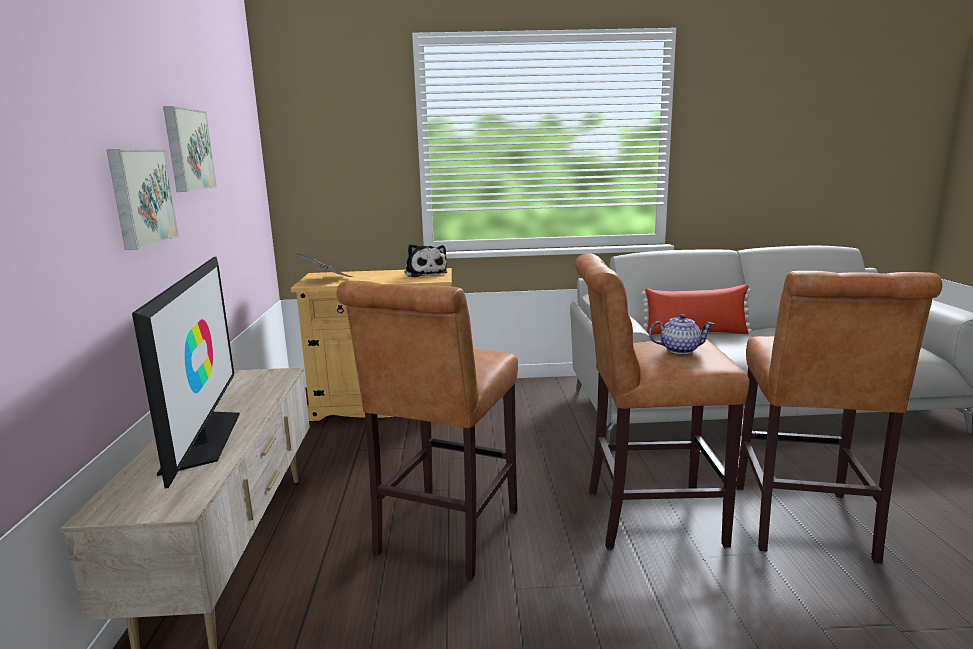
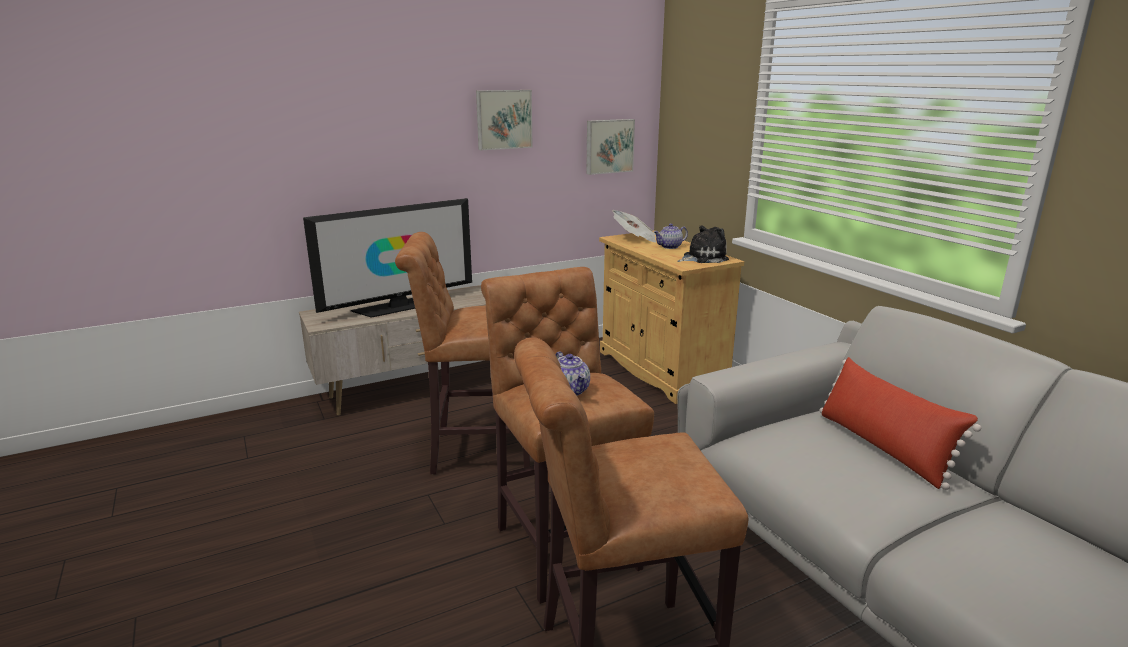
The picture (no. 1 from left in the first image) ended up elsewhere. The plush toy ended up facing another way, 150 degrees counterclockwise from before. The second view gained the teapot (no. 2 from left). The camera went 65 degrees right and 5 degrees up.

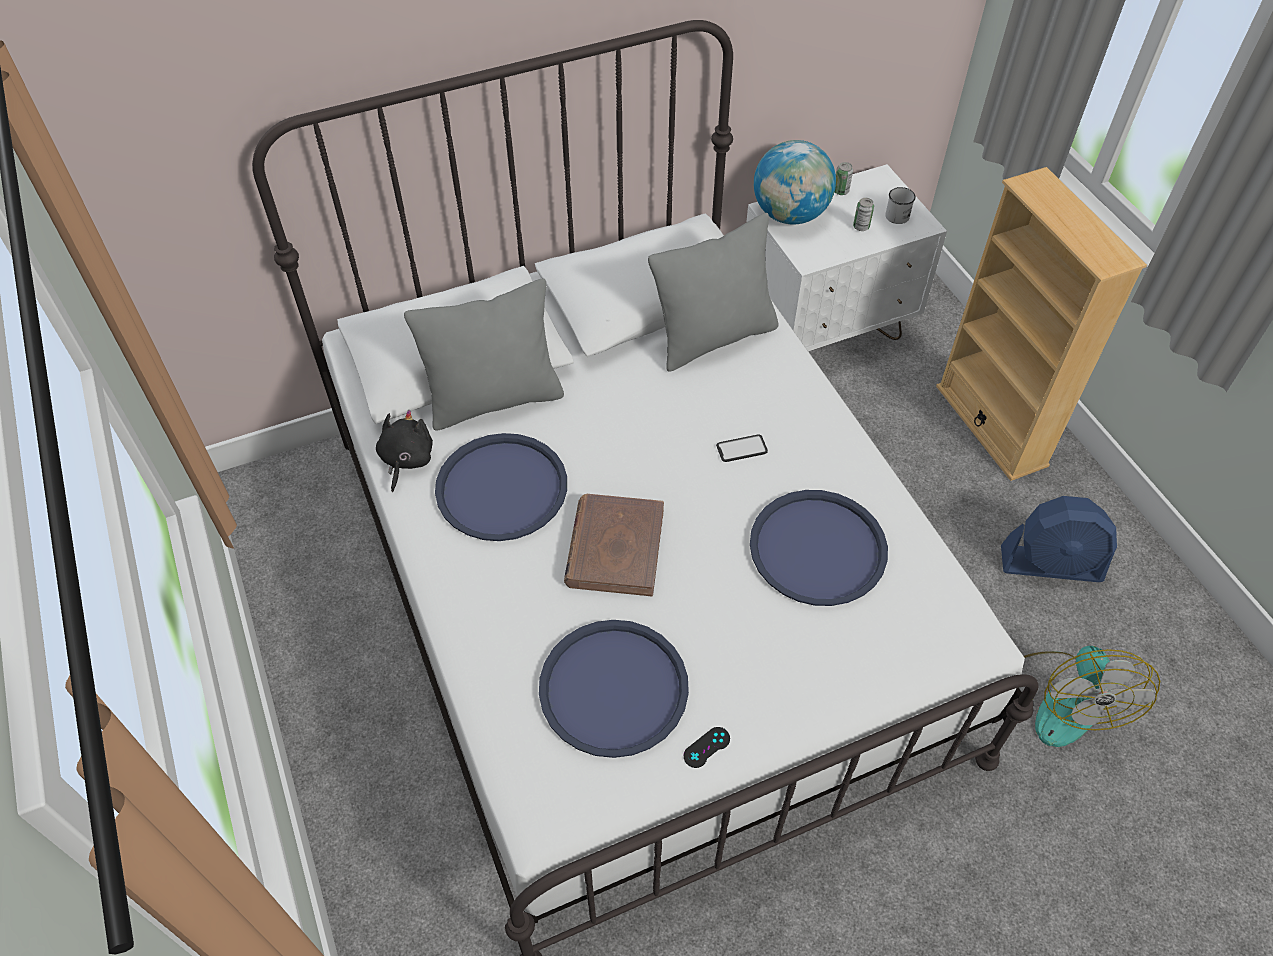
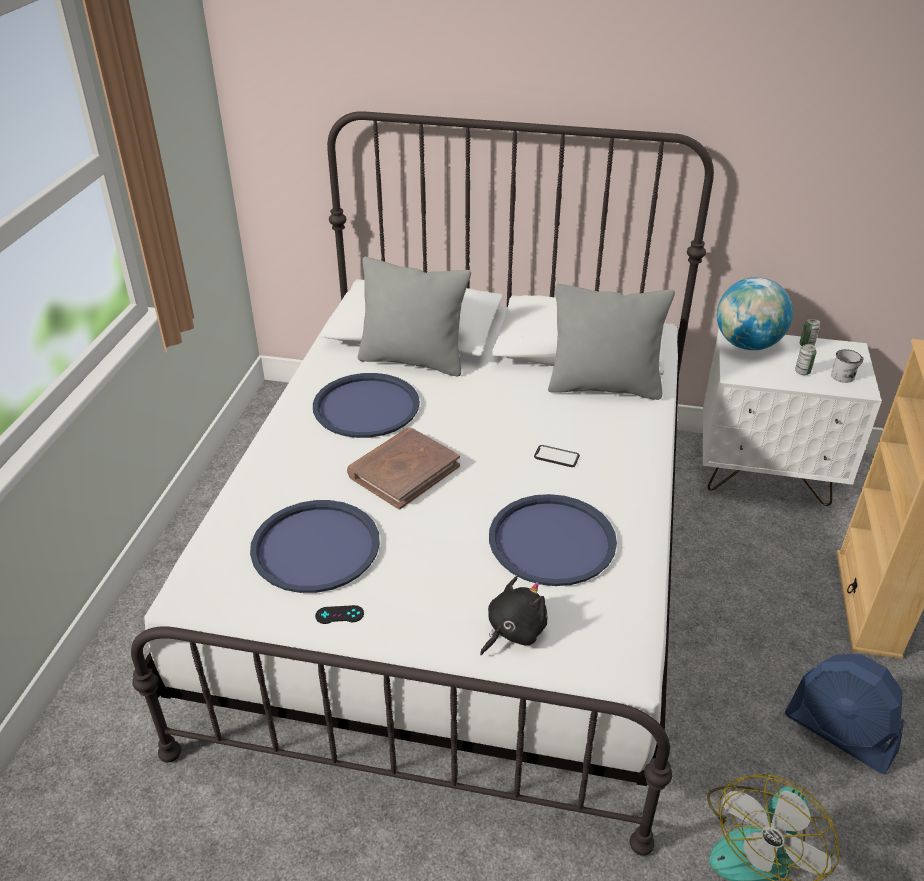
The black plush toy ended up elsewhere. The camera went 35 degrees right and 15 degrees down.

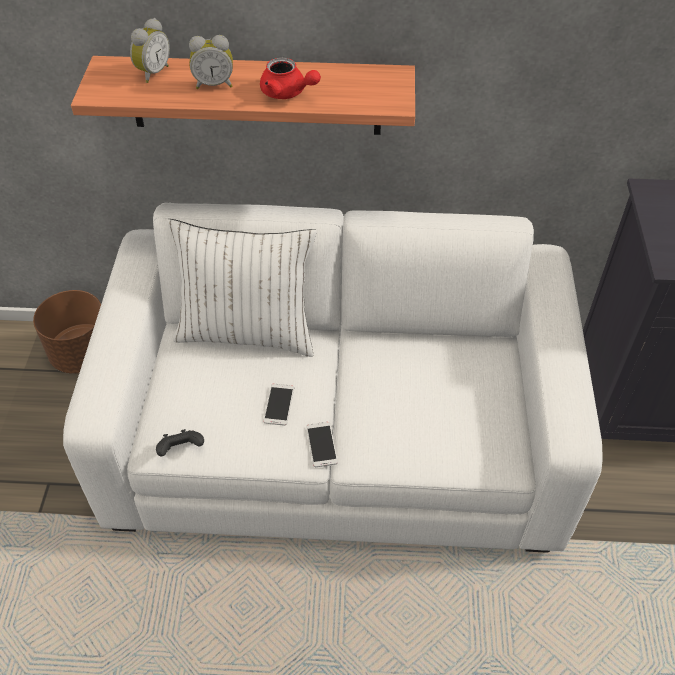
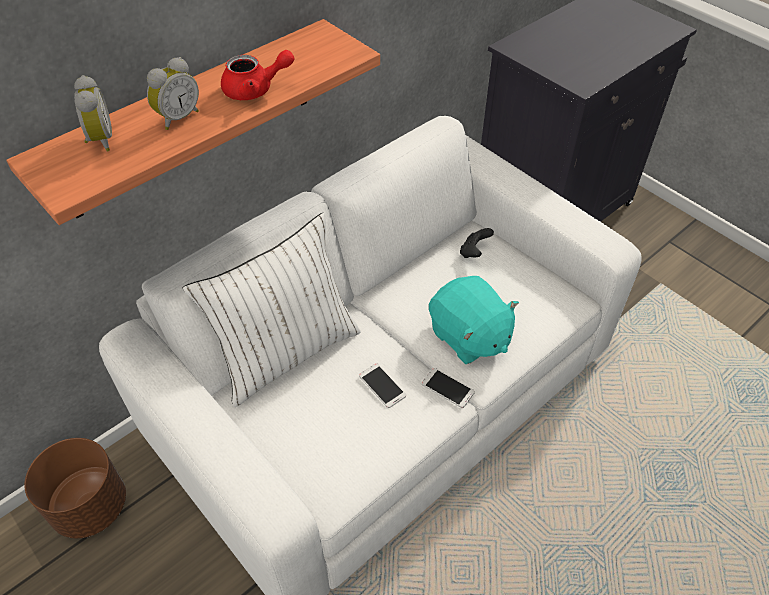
The black game controller ended up elsewhere. The second view gained the turquoise plush toy. The camera went 45 degrees left and 0 degrees up.

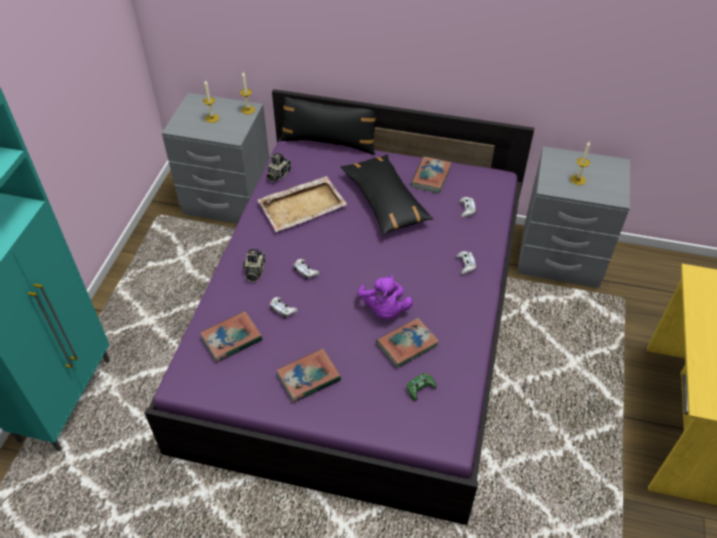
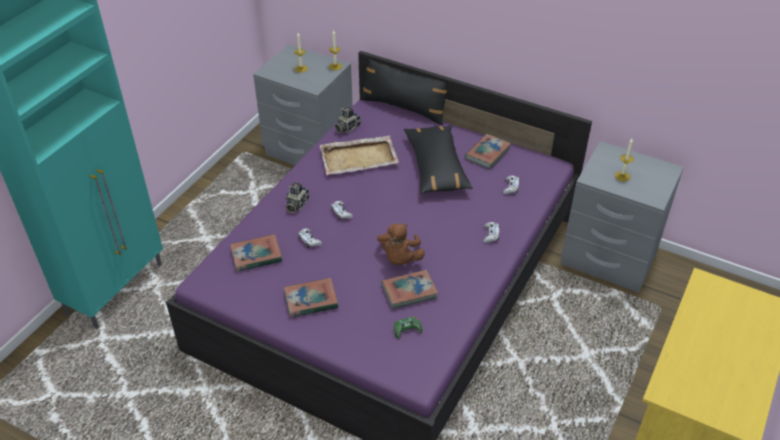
What was the purple plush toy turned into the brown plush toy. The camera went 15 degrees right and 5 degrees down.

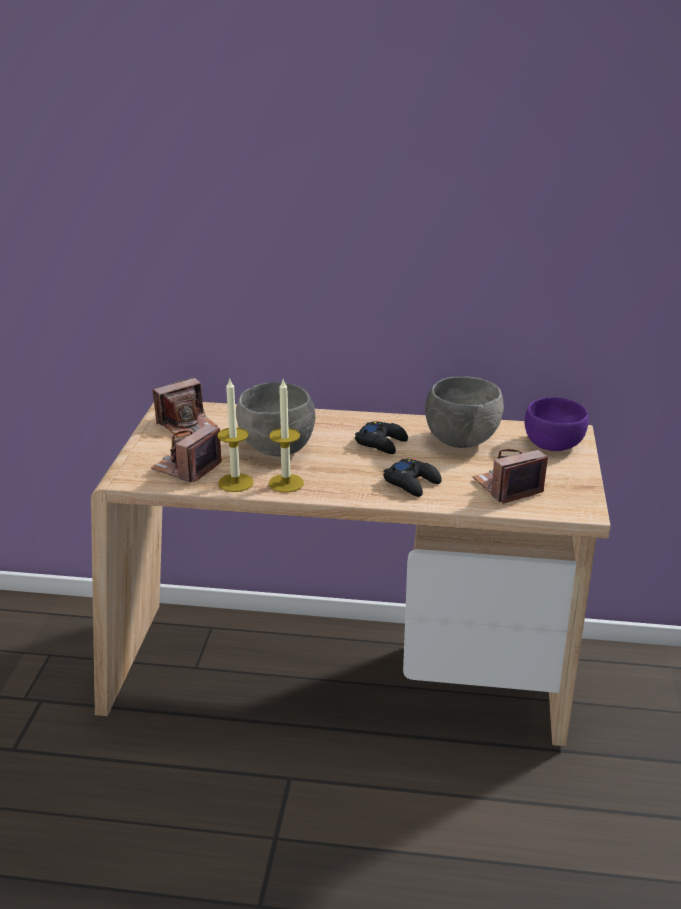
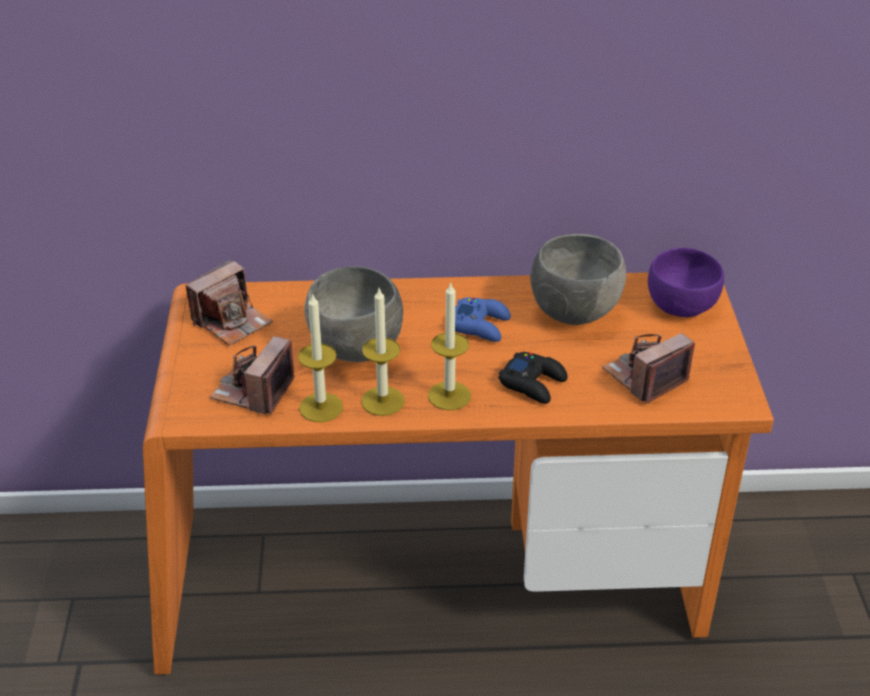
What was the beige desk turned into the orange desk. What was the black game controller (no. 1 from left) turned into the blue game controller. The second view gained the candle (no. 3 from left). The camera went 10 degrees left and 10 degrees up.

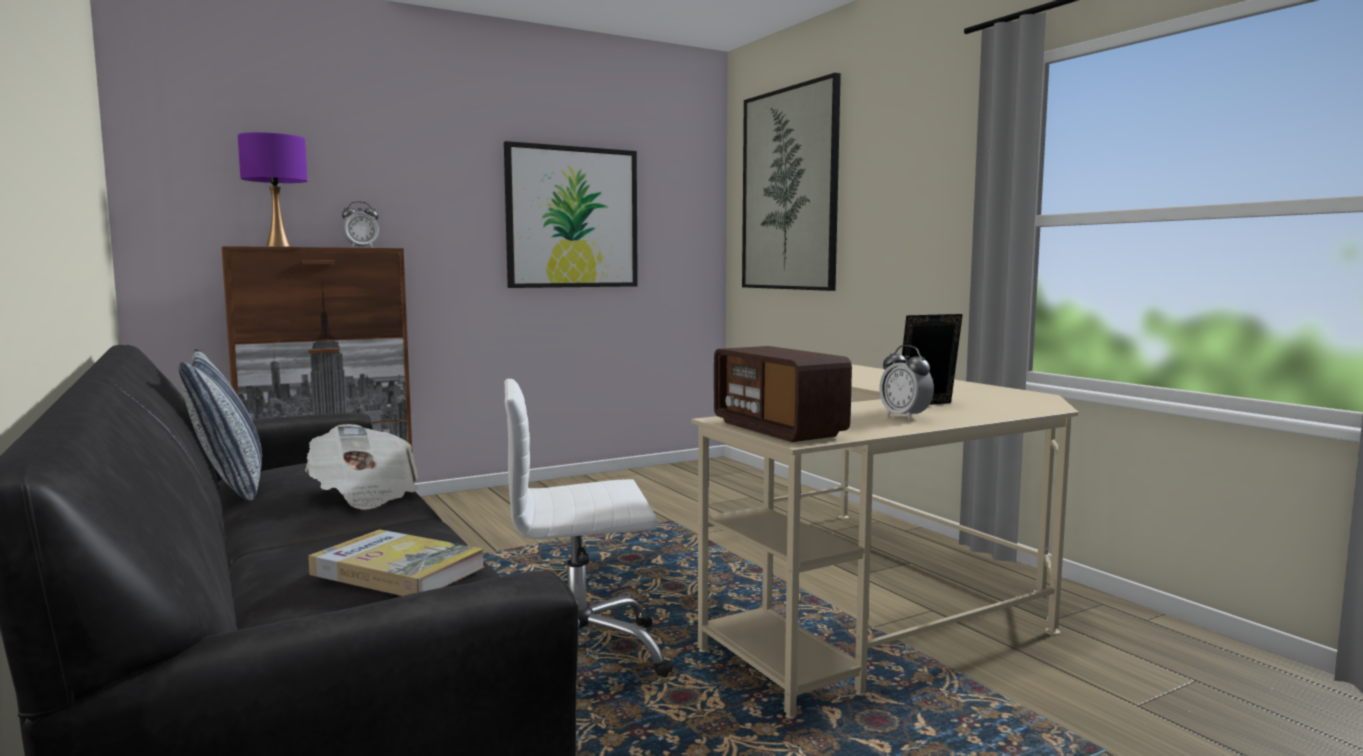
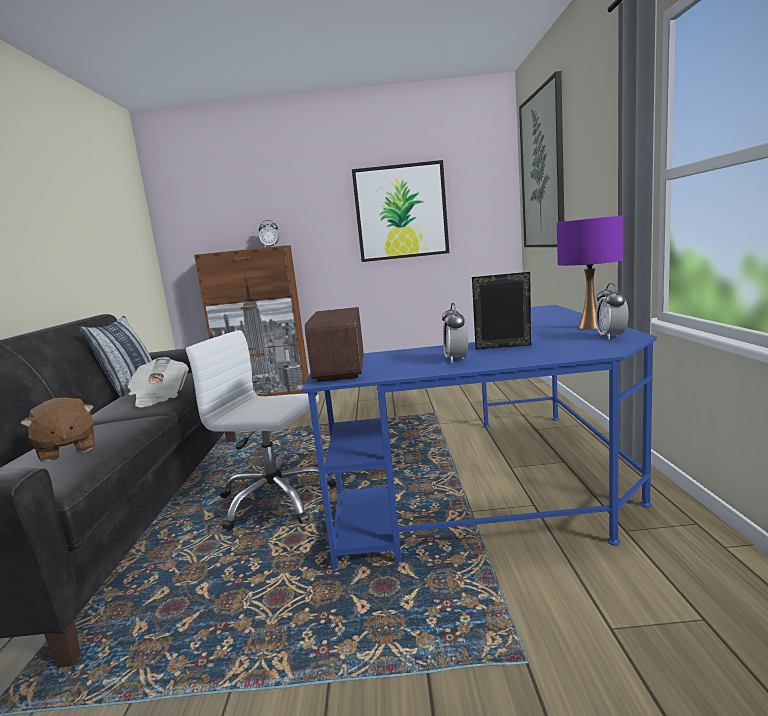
The purple table lamp ended up elsewhere. Where the book stood, the brown plush toy came to stand. What was the beige desk turned into the blue desk. The second view gained the alarm clock (no. 3 from left). The camera went 30 degrees right and 5 degrees up.

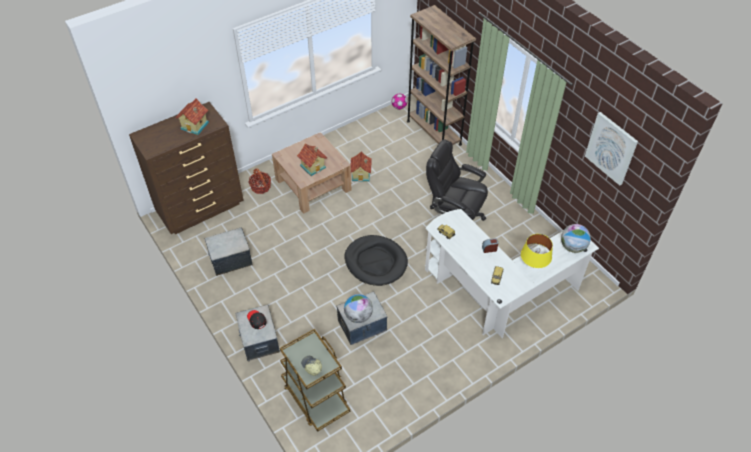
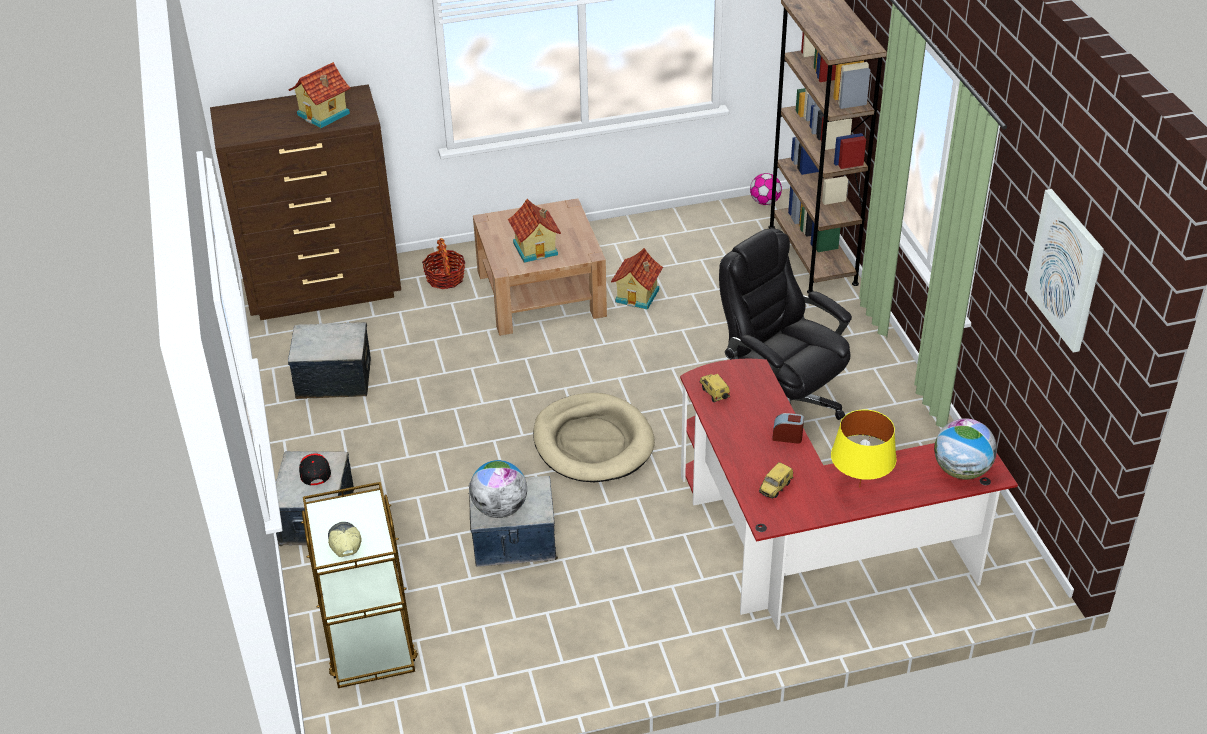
What was the black dog bed turned into the beige dog bed. What was the white desk turned into the red desk. The camera went 20 degrees right and 10 degrees down.

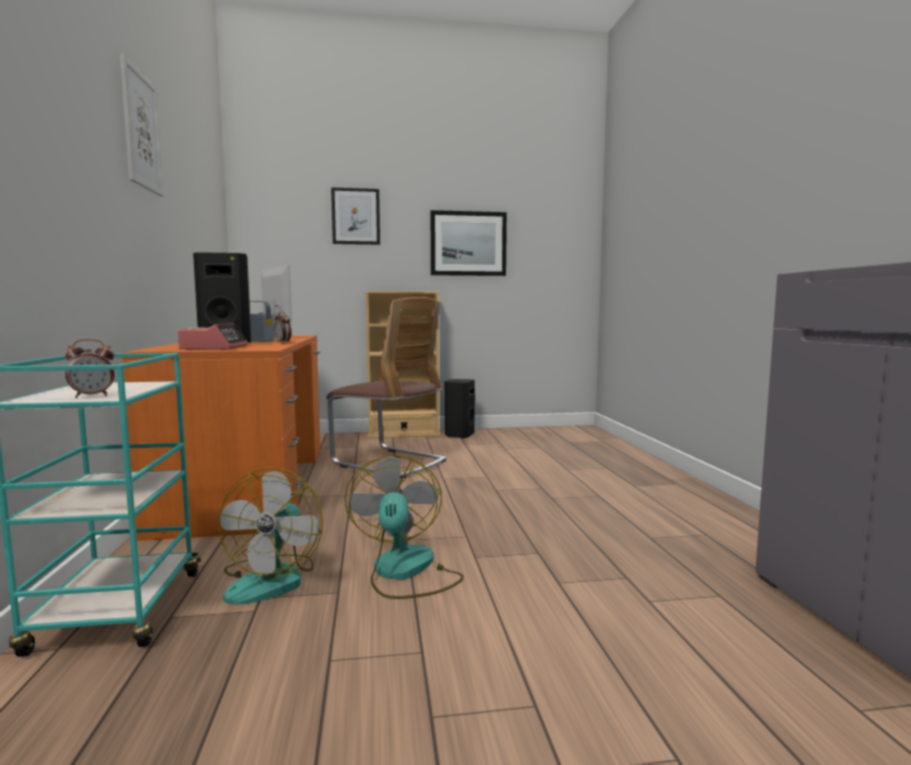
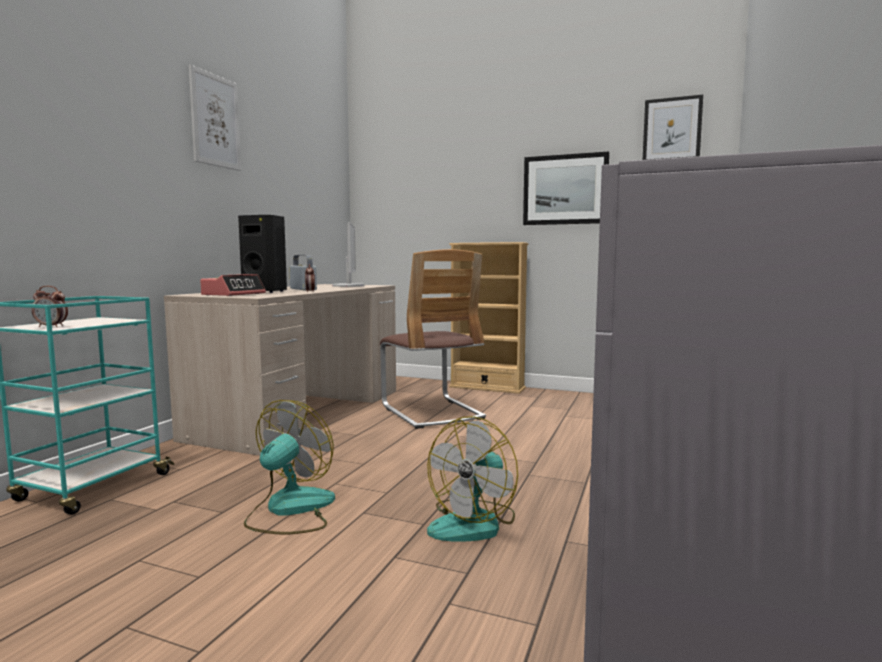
What was the orange desk turned into the beige desk. The fan (no. 1 from left in the first image) ended up elsewhere. The picture (no. 2 from left in the first image) ended up elsewhere. The second view lost the black speaker (no. 2 from left). The camera went 30 degrees right and 0 degrees up.

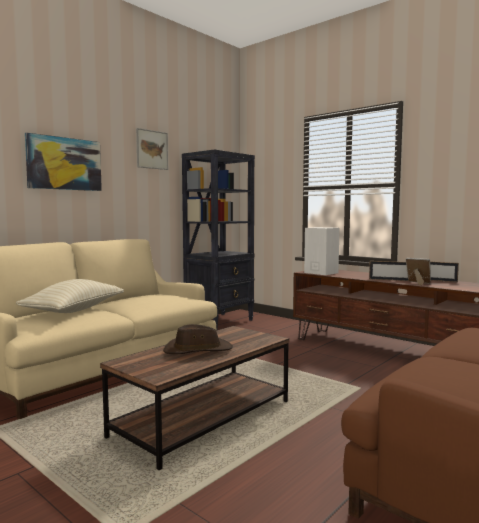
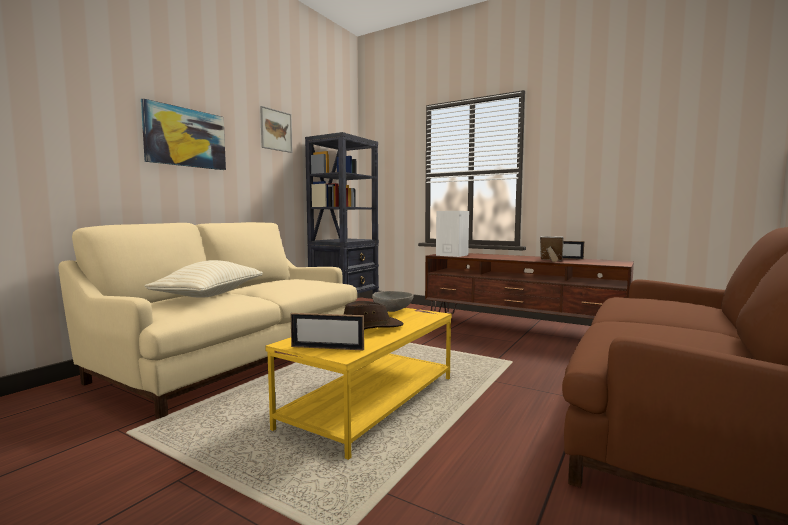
What was the brown coffee table turned into the yellow coffee table. The picture frame (no. 1 from left) ended up elsewhere. The second view gained the grey bowl. The camera went 10 degrees left and 0 degrees up.

